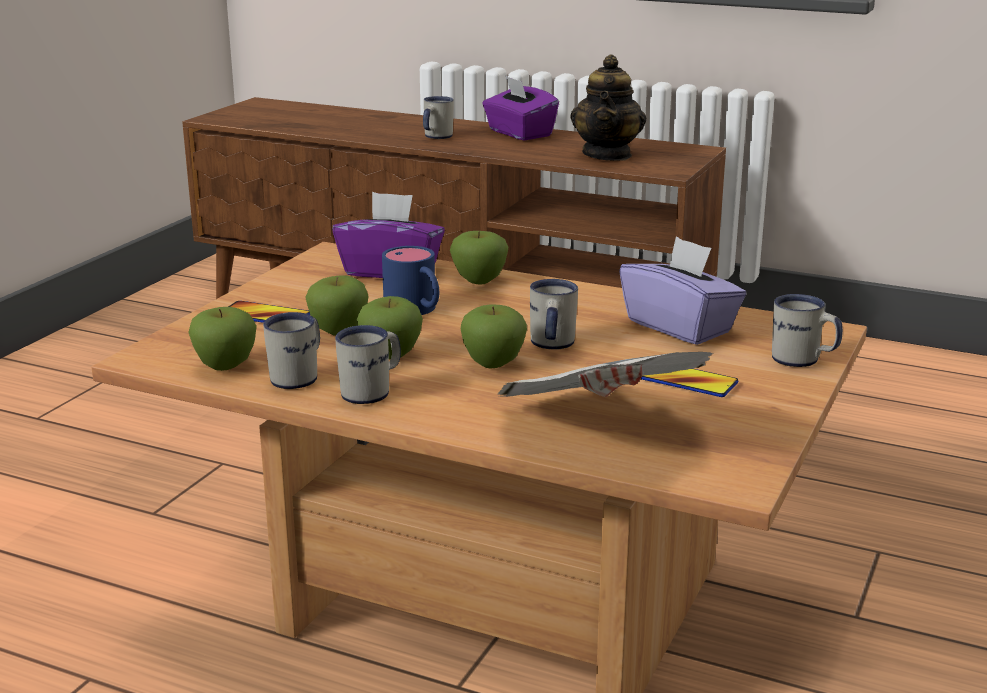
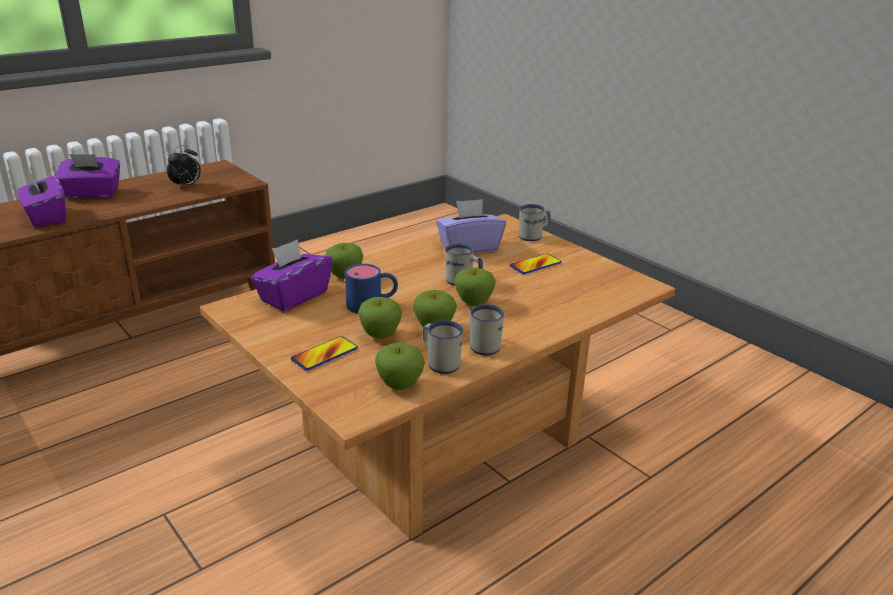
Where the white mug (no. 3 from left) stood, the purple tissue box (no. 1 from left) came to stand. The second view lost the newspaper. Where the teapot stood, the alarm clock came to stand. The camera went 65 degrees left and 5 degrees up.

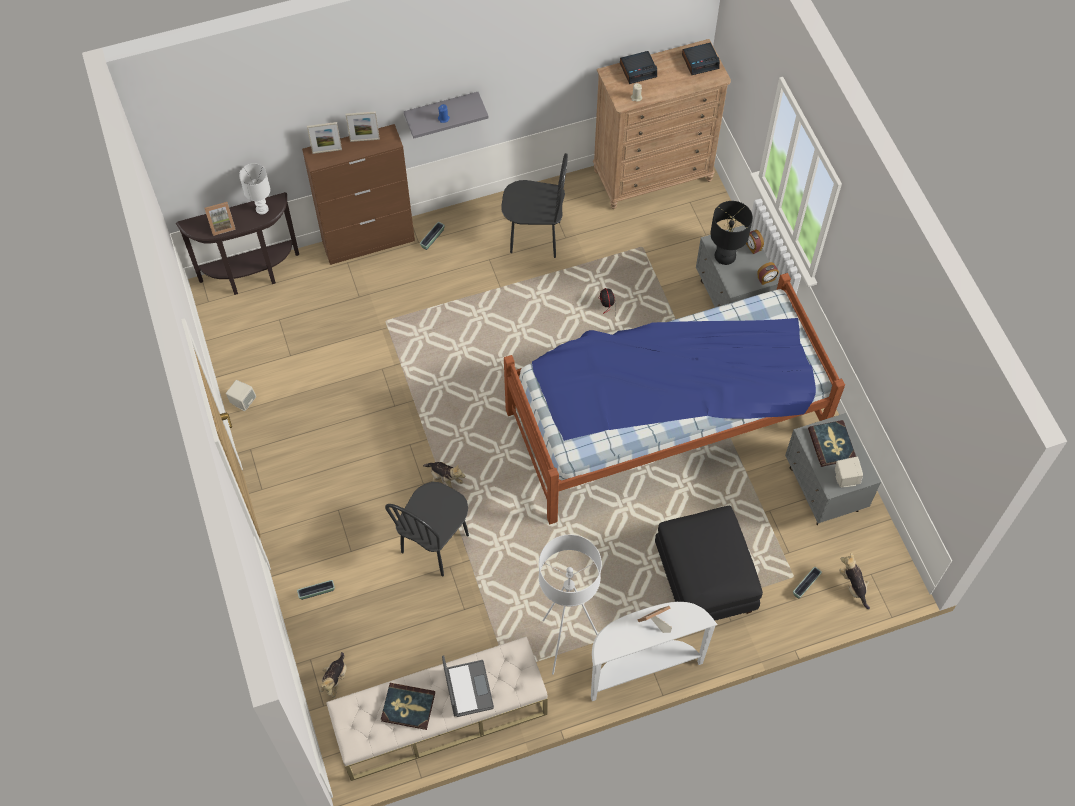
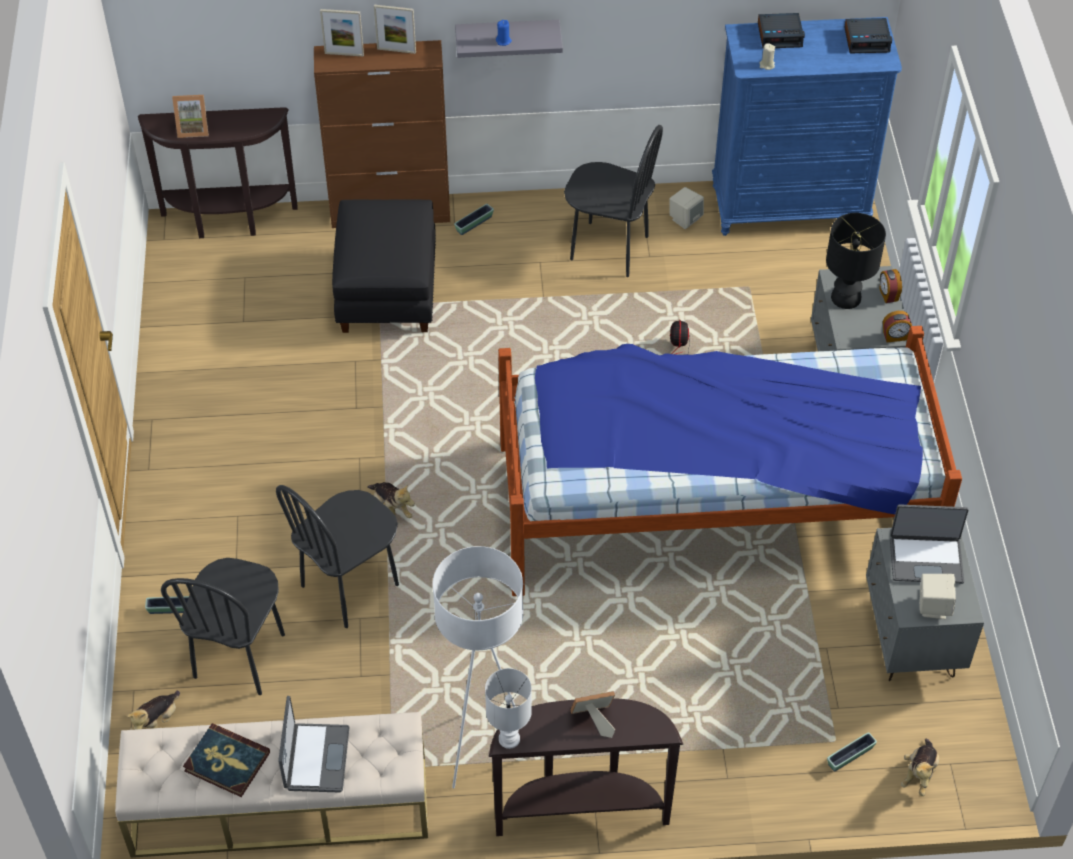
The beige speaker (no. 1 from left) ended up elsewhere. The white table lamp ended up elsewhere. What was the white console table turned into the brown console table (no. 2 from left). What was the brown dresser turned into the blue dresser. The black ottoman ended up elsewhere. Where the book (no. 2 from left) stood, the laptop (no. 2 from left) came to stand. The plush toy (no. 3 from left) ended up facing another way, 150 degrees counterclockwise from before. The second view gained the black chair (no. 1 from left). The camera went 15 degrees right and 10 degrees down.

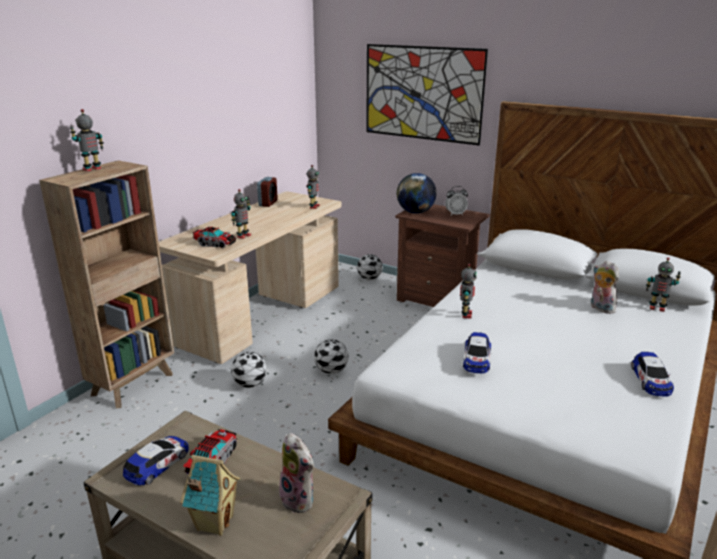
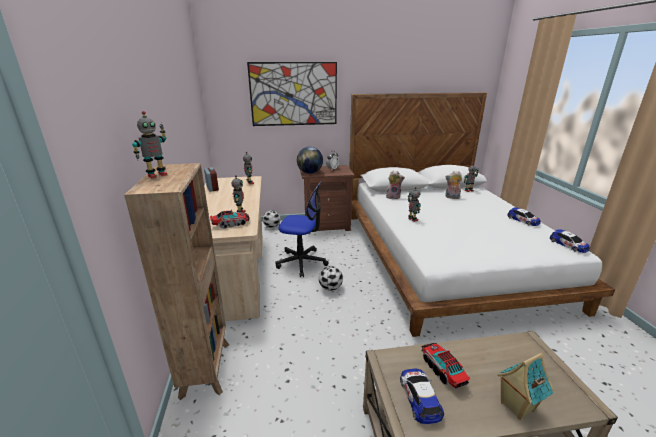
The toy robot (no. 1 from left) ended up facing another way, 135 degrees counterclockwise from before. The second view lost the football (no. 1 from left). The plush toy (no. 1 from left) ended up elsewhere. The toy car (no. 2 from left in the first image) ended up elsewhere. The second view gained the office chair. The camera went 40 degrees left and 0 degrees up.

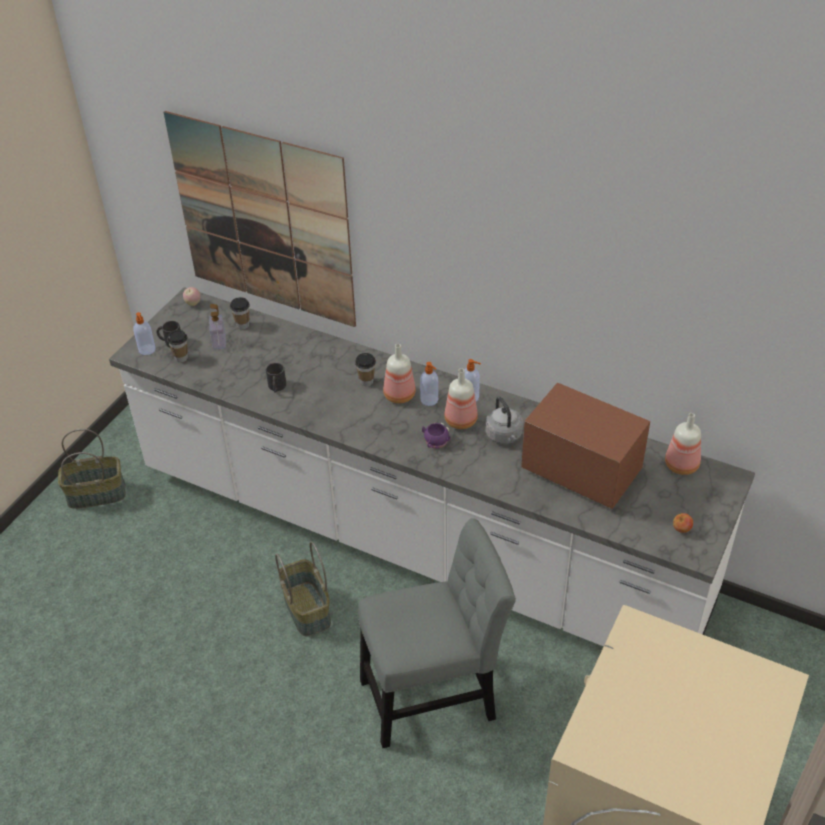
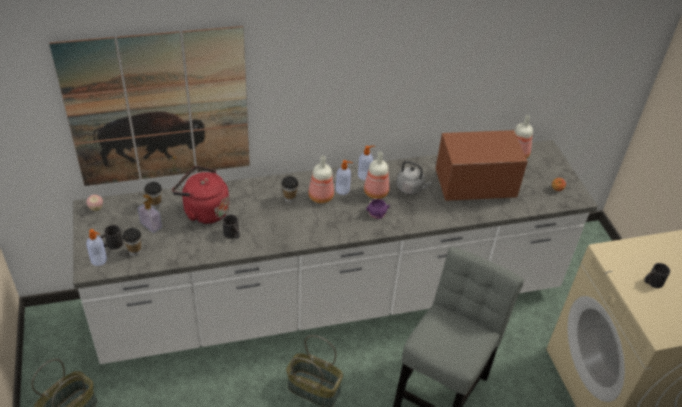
The second view gained the red kettle. The second view gained the black mug (no. 3 from left). The camera went 45 degrees left and 0 degrees up.

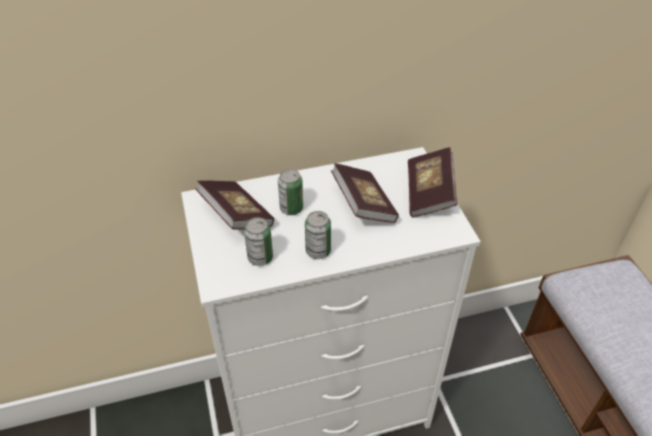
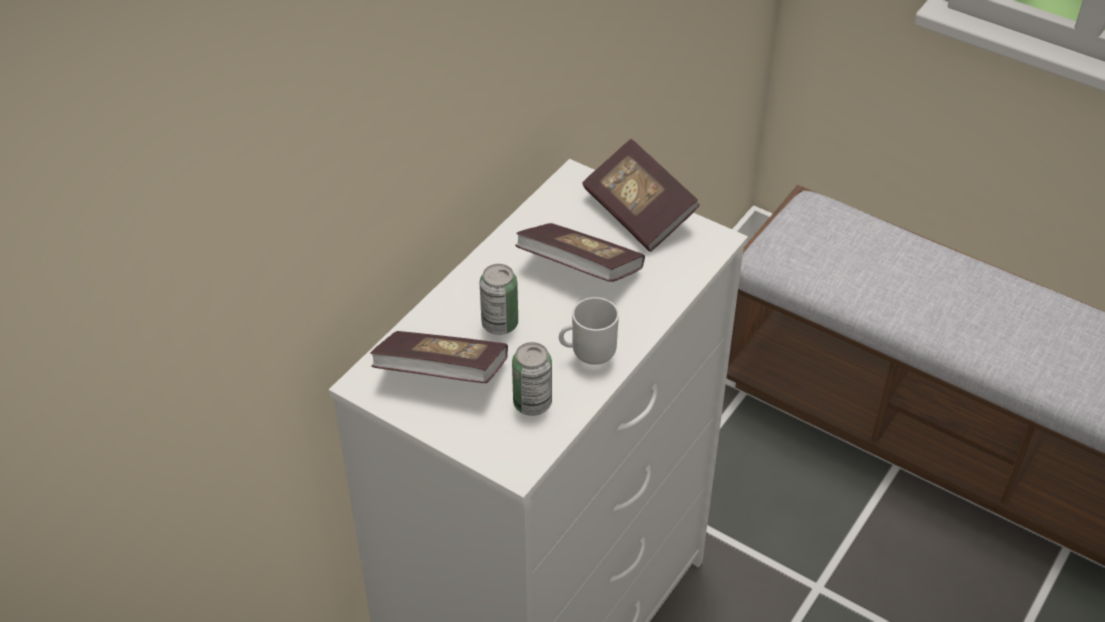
Where the can (no. 3 from left) stood, the mug came to stand. The camera went 40 degrees left and 0 degrees up.

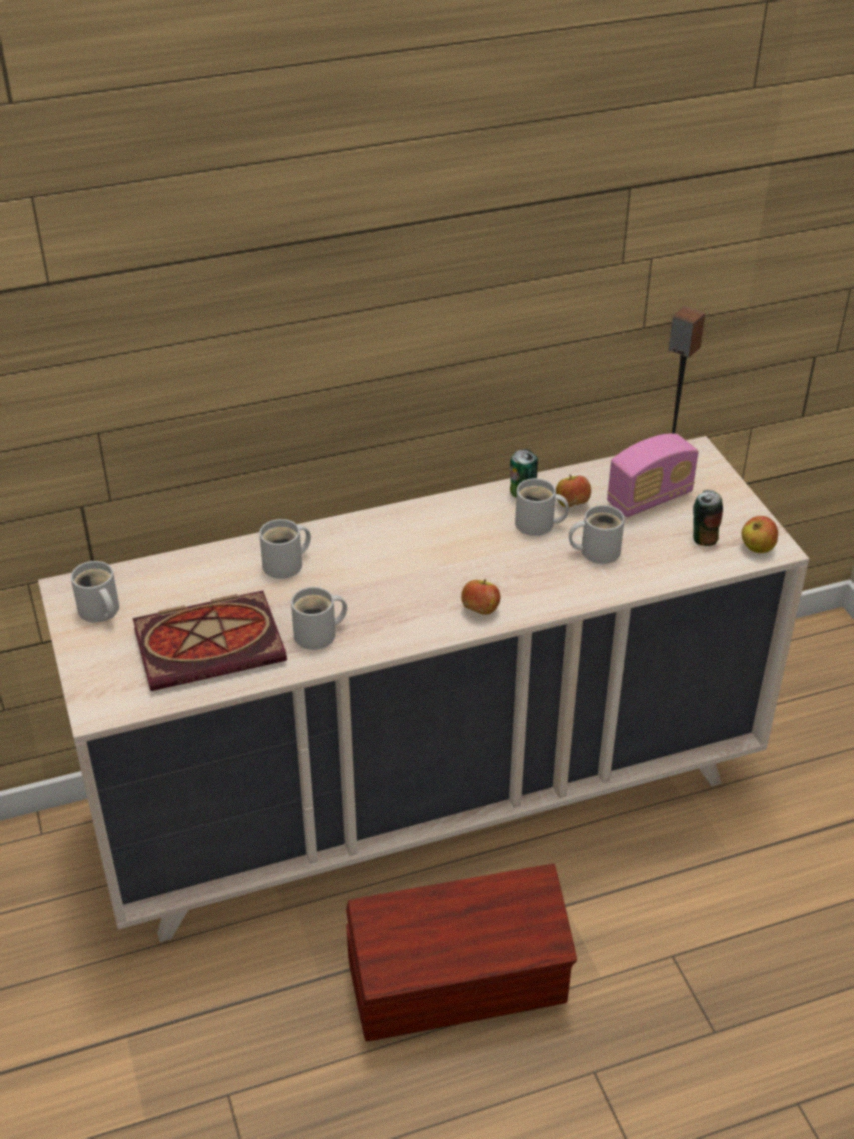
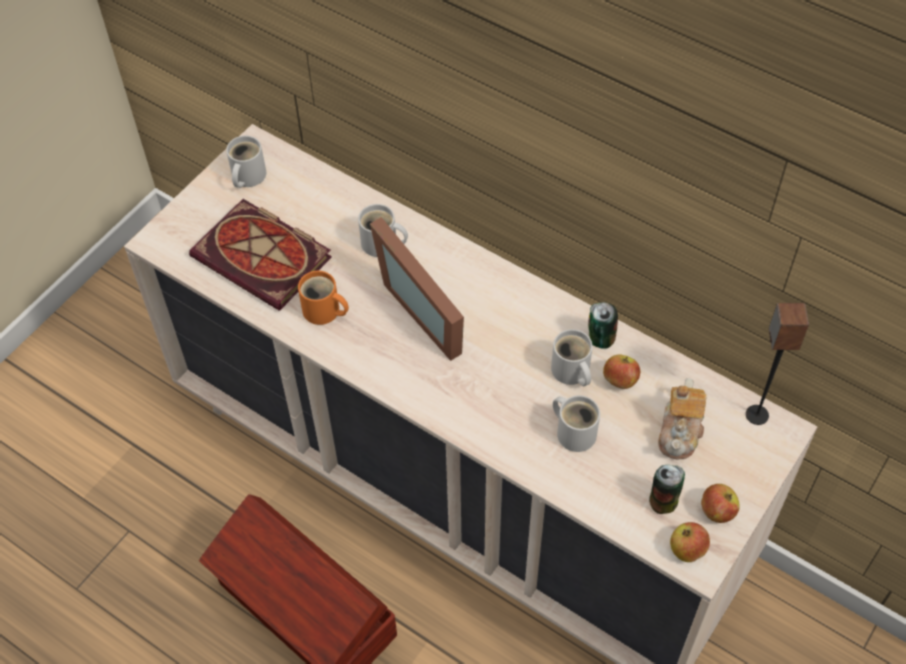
What was the white mug (no. 3 from left) turned into the orange mug. The apple (no. 1 from left in the first image) ended up elsewhere. Where the radio stood, the teapot came to stand. The second view gained the picture frame. The camera went 55 degrees right and 15 degrees up.

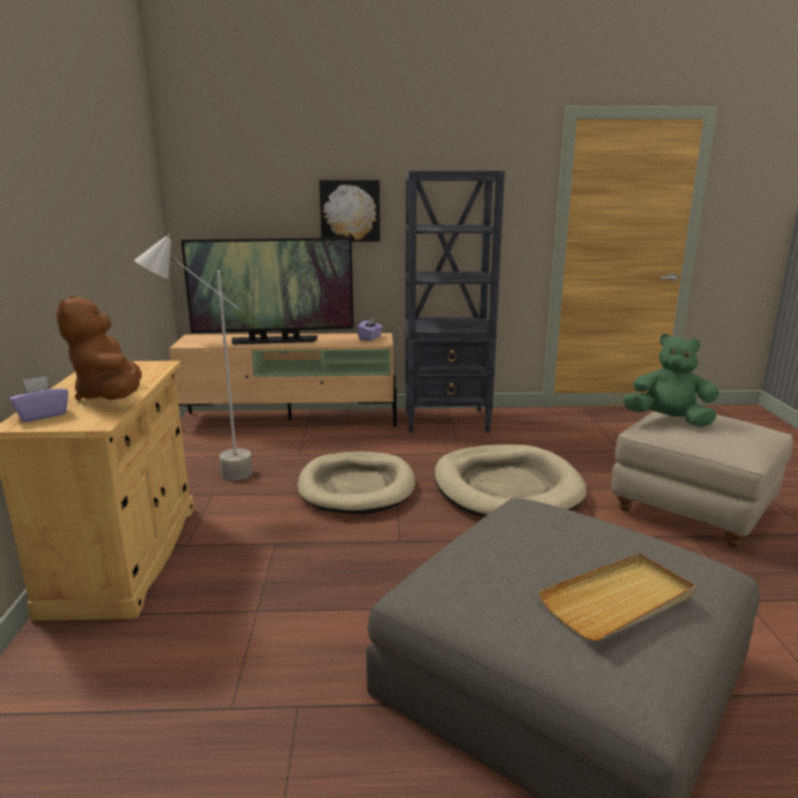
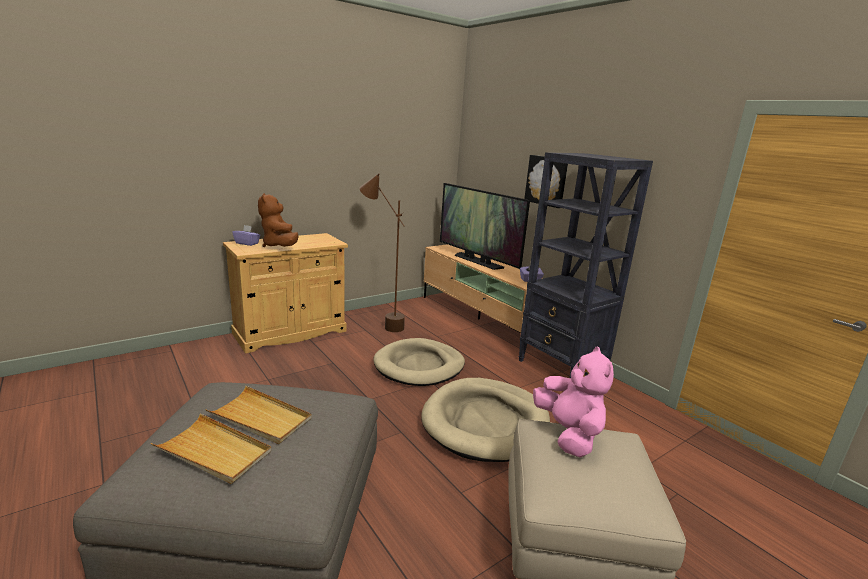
The brown plush toy ended up facing another way, 60 degrees counterclockwise from before. What was the grey floor lamp turned into the brown floor lamp. What was the green plush toy turned into the pink plush toy. The second view gained the beige tray (no. 2 from left). The camera went 55 degrees right and 0 degrees up.

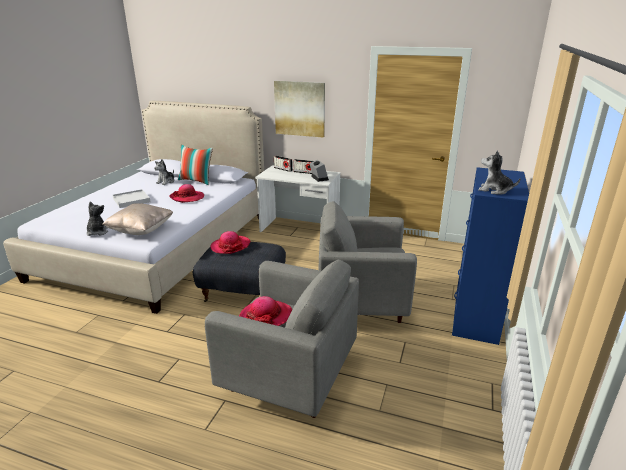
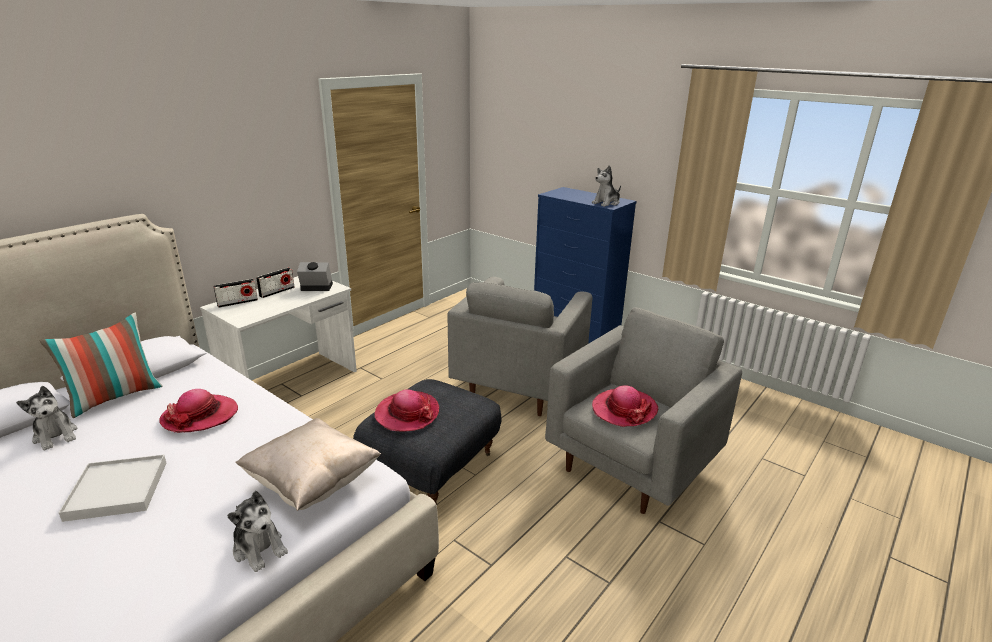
The plush toy (no. 1 from left in the first image) ended up facing another way, 150 degrees counterclockwise from before. The second view lost the picture. The camera went 70 degrees left and 0 degrees up.

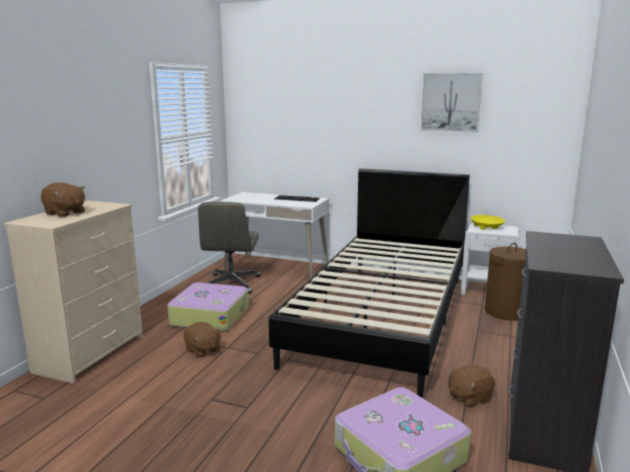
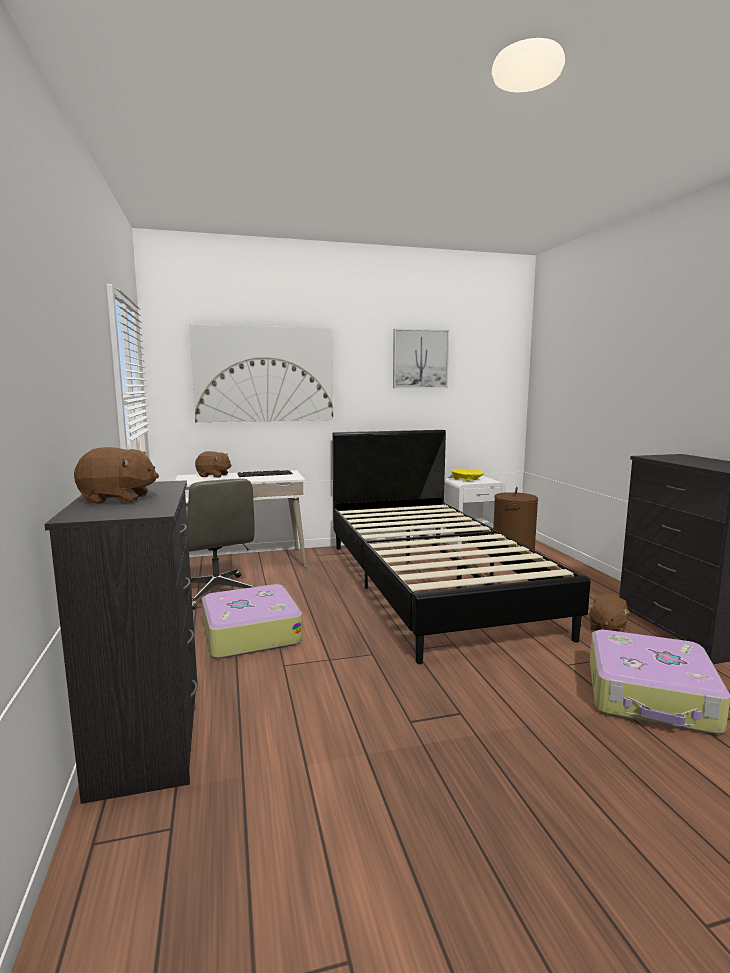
What was the beige dresser turned into the black dresser (no. 1 from left). The brown plush toy (no. 2 from left) ended up elsewhere. The second view gained the picture (no. 1 from left). The camera went 35 degrees left and 5 degrees down.

